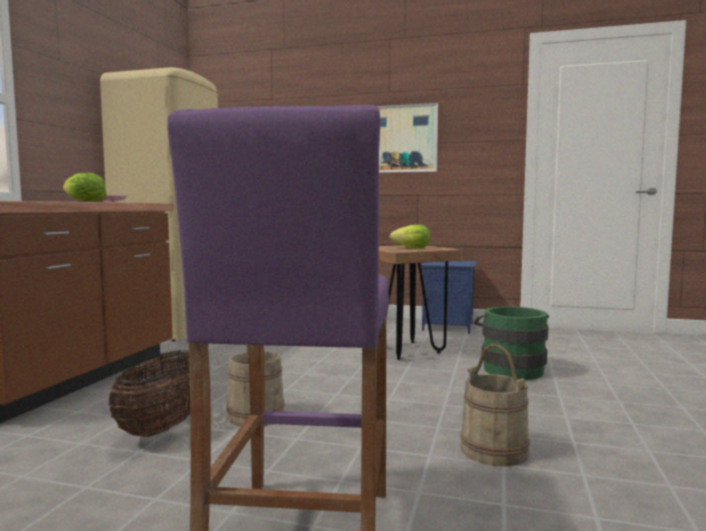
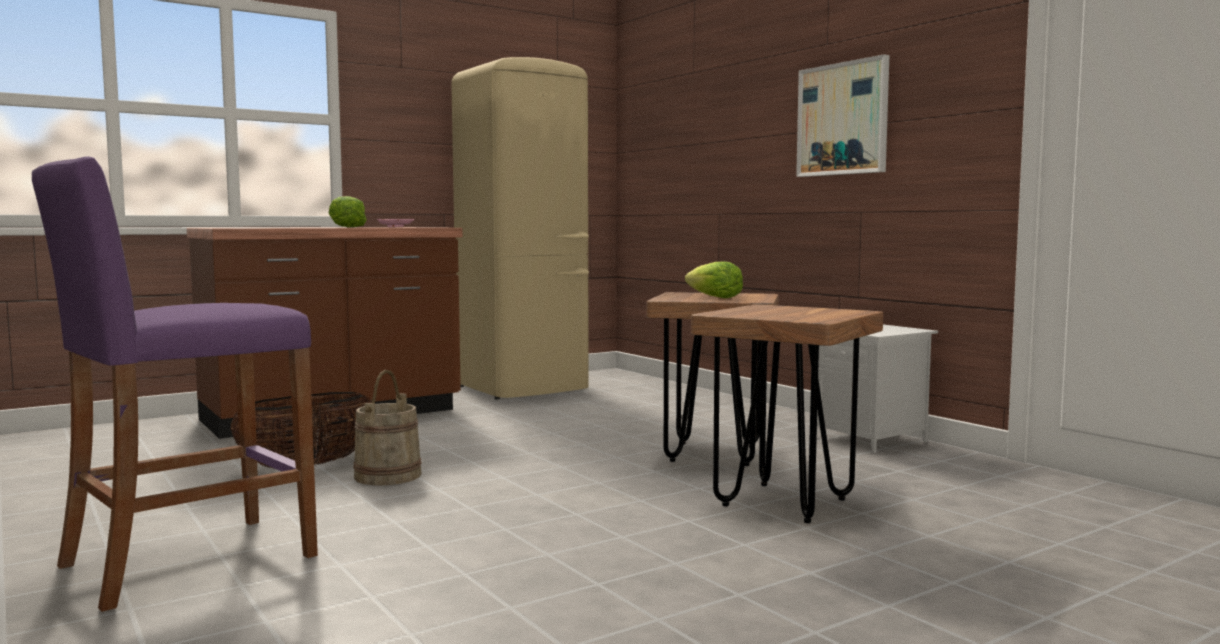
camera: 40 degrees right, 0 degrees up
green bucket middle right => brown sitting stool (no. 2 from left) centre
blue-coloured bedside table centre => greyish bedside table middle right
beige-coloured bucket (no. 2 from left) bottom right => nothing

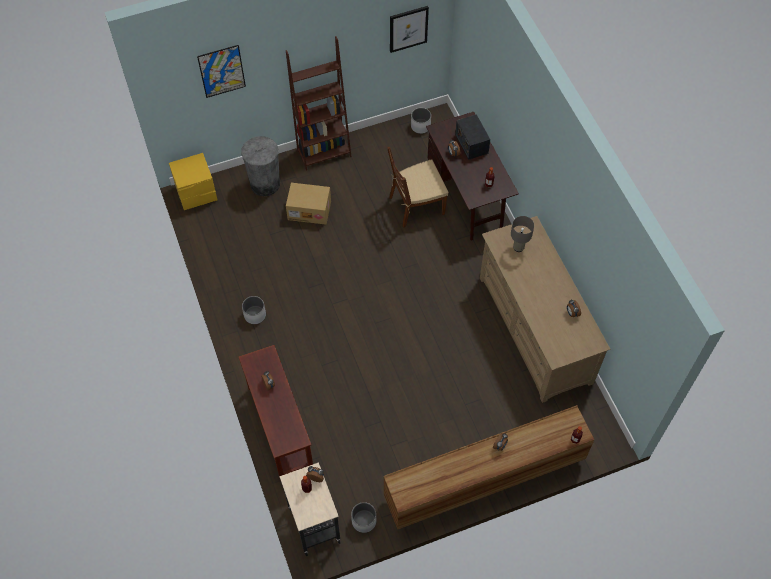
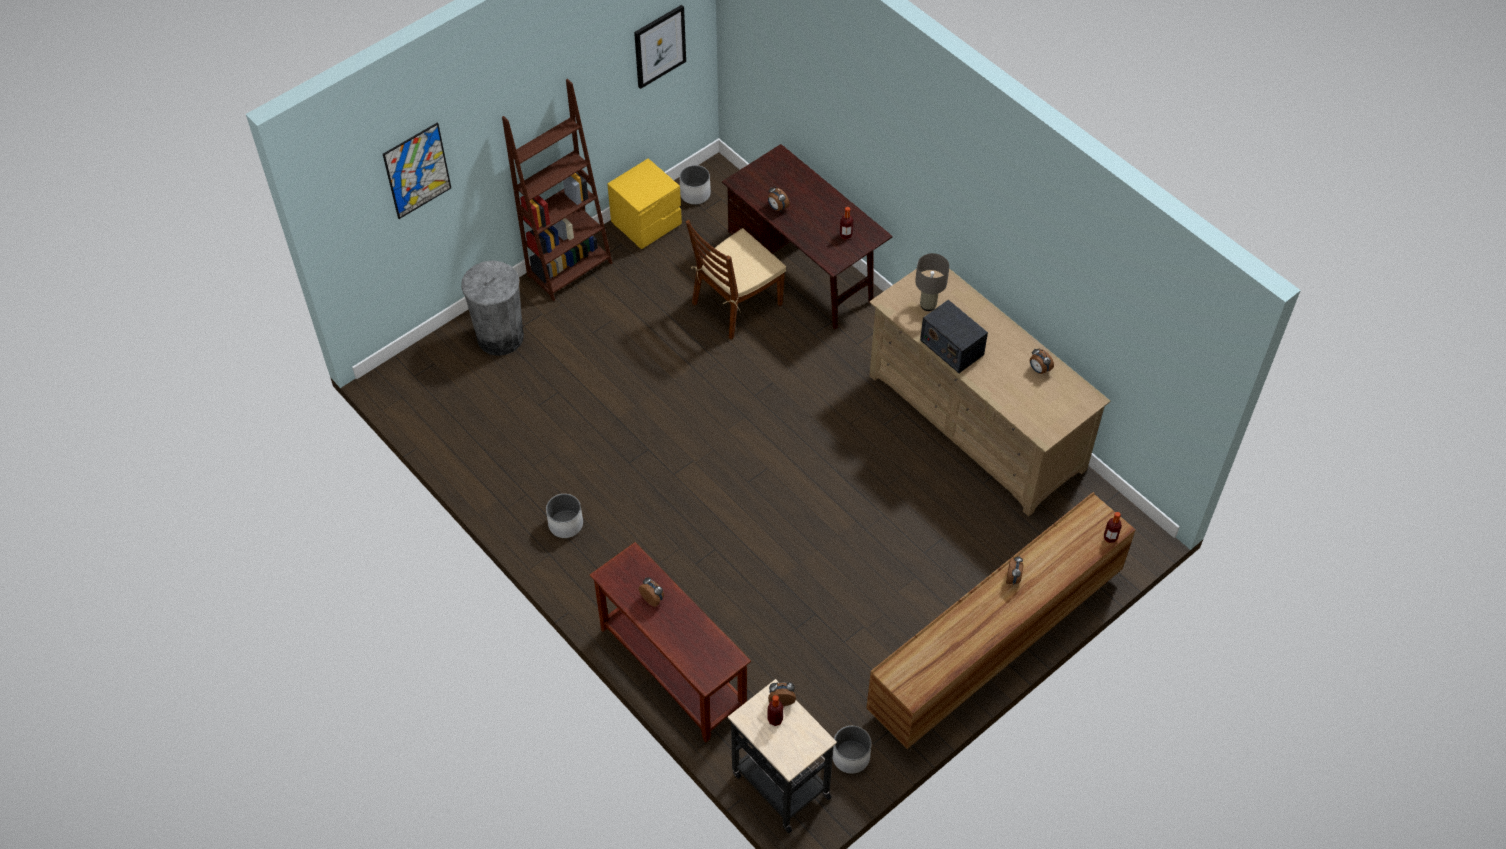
camera: 20 degrees left, 5 degrees down
yellow bedside table top left => yellow bedside table top centre, relocated
radio set top centre => radio set centre, relocated
packing box centre => nothing

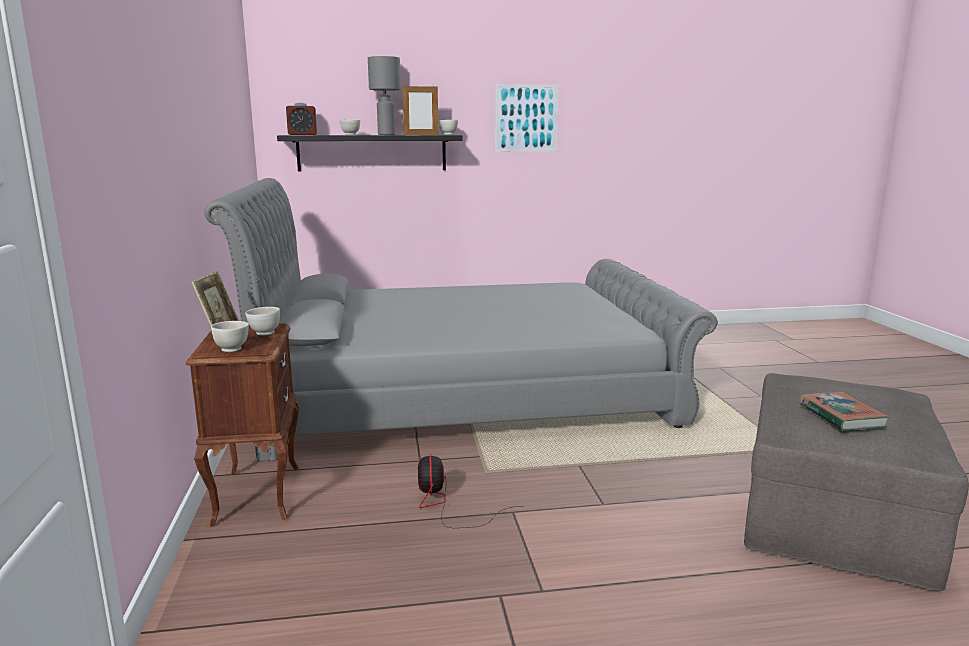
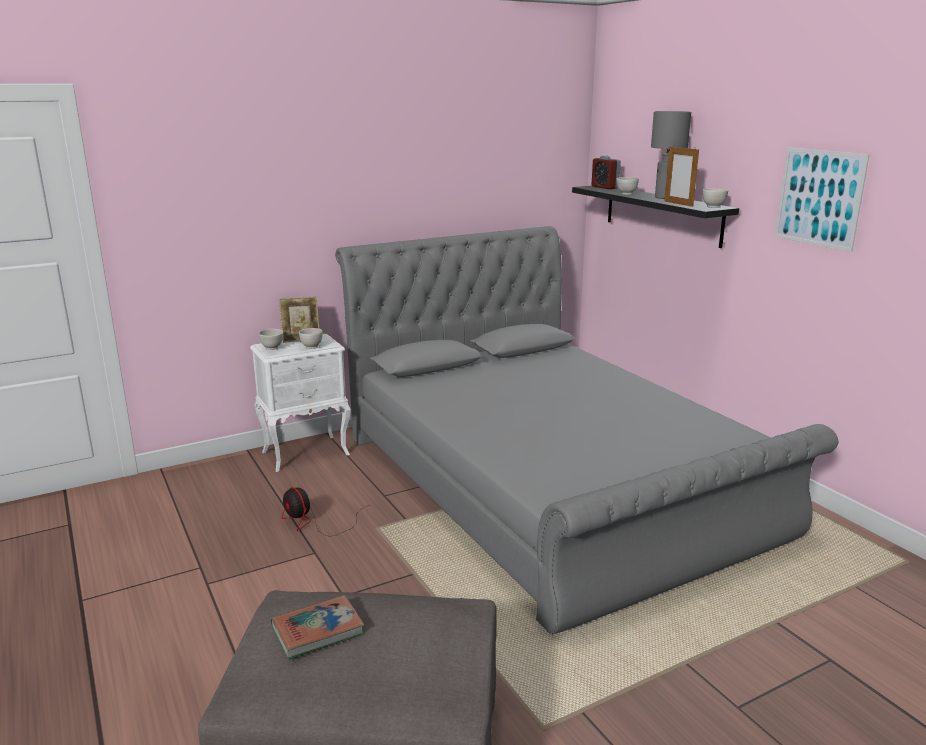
camera: 70 degrees right, 5 degrees up
brown bedside table middle left => whitish bedside table middle left
fan bottom centre, 105 degrees counterclockwise

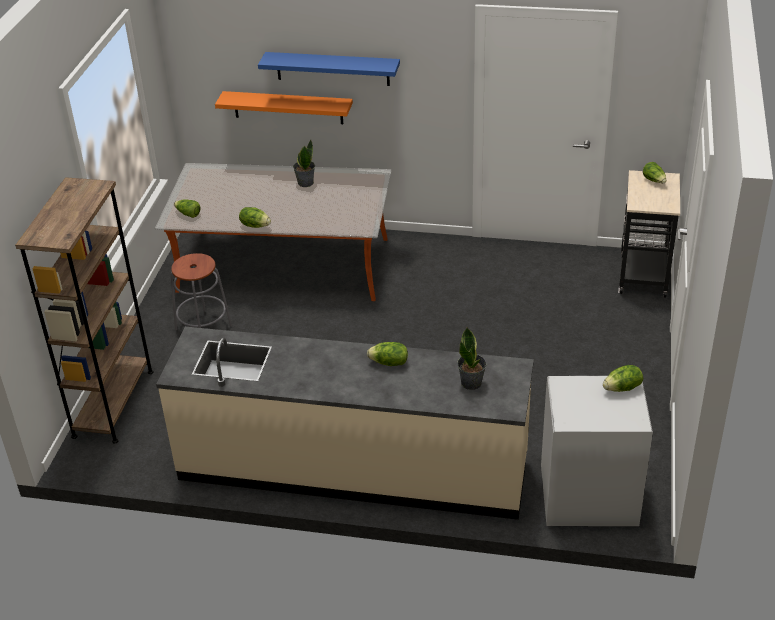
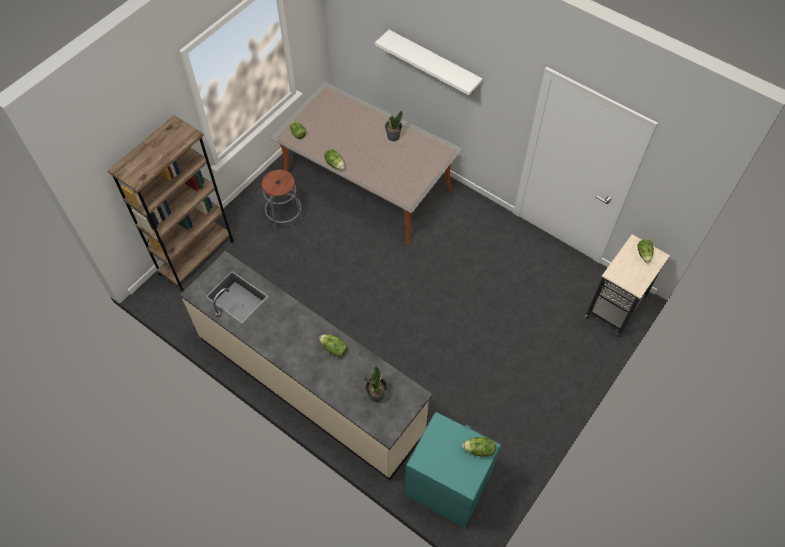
camera: 25 degrees right, 20 degrees up
blue-coloured wall shelf top centre => whitish wall shelf top centre
whitish laundry appliance bottom right => turquoise-coloured laundry appliance bottom centre
orange-coloured wall shelf top centre => nothing

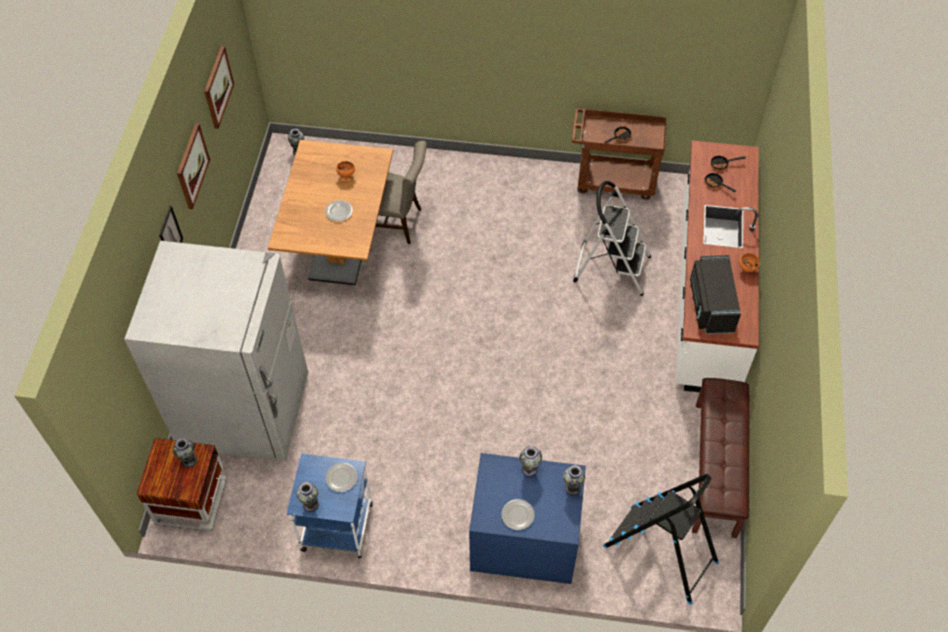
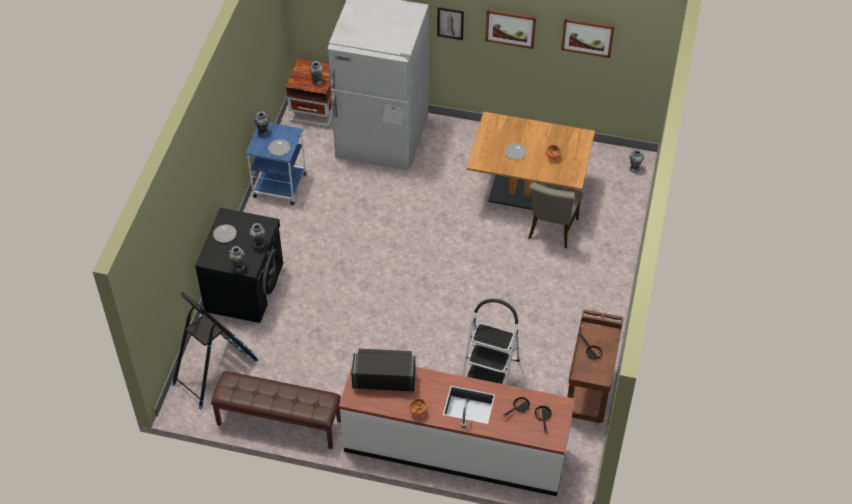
camera: 95 degrees right, 5 degrees down
blue-coloured laundry appliance bottom centre => black laundry appliance middle left

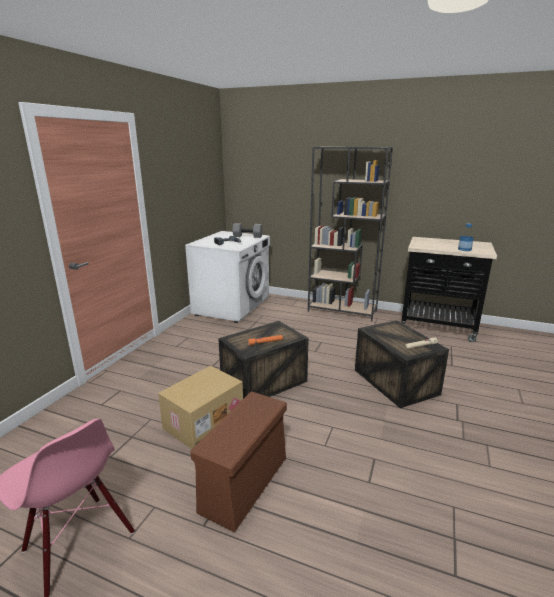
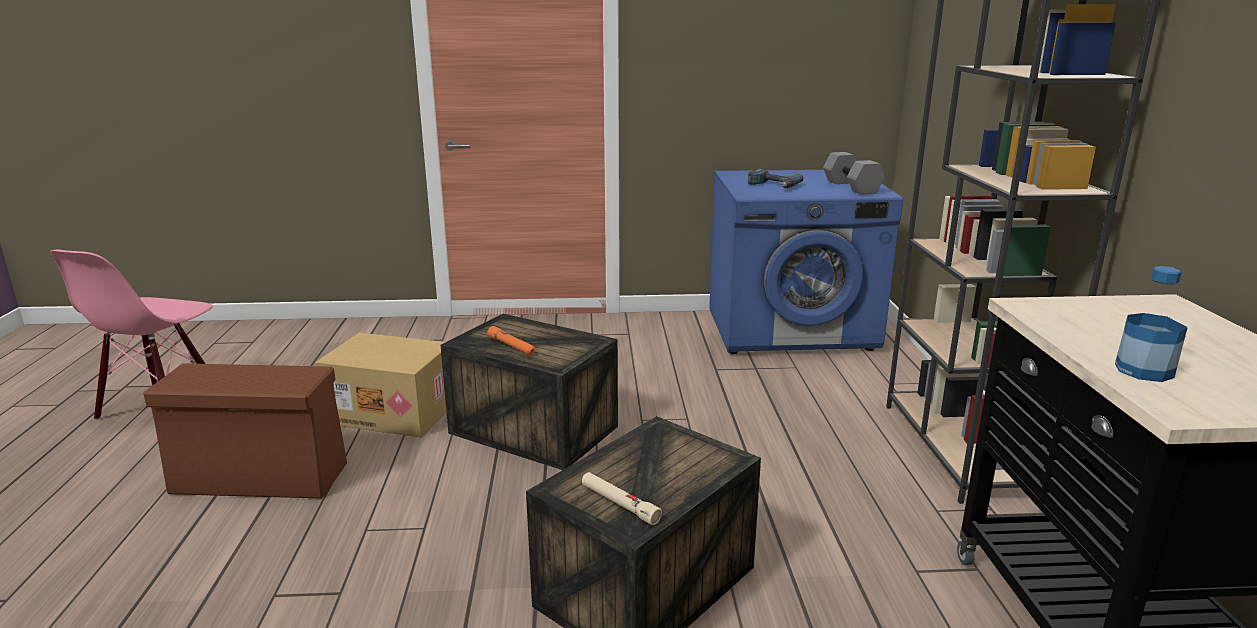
camera: 65 degrees right, 0 degrees up
whitish laundry appliance centre => blue-coloured laundry appliance centre

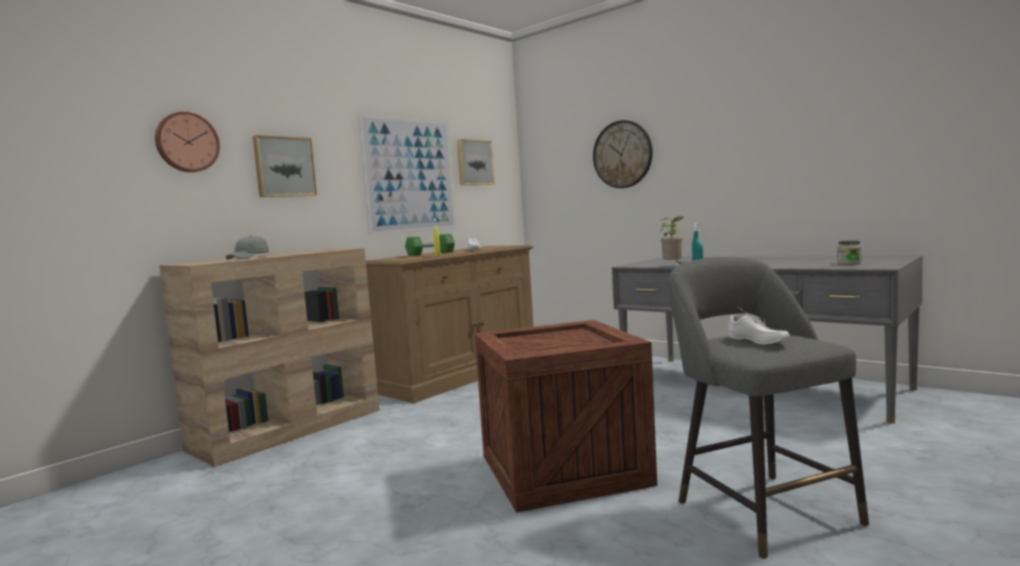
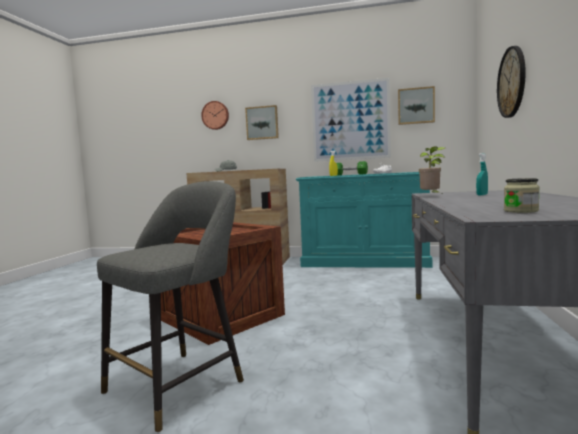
camera: 60 degrees right, 0 degrees up
brown cabinet centre => turquoise-coloured cabinet centre
whitish low shoe (no. 2 from left) middle right => nothing

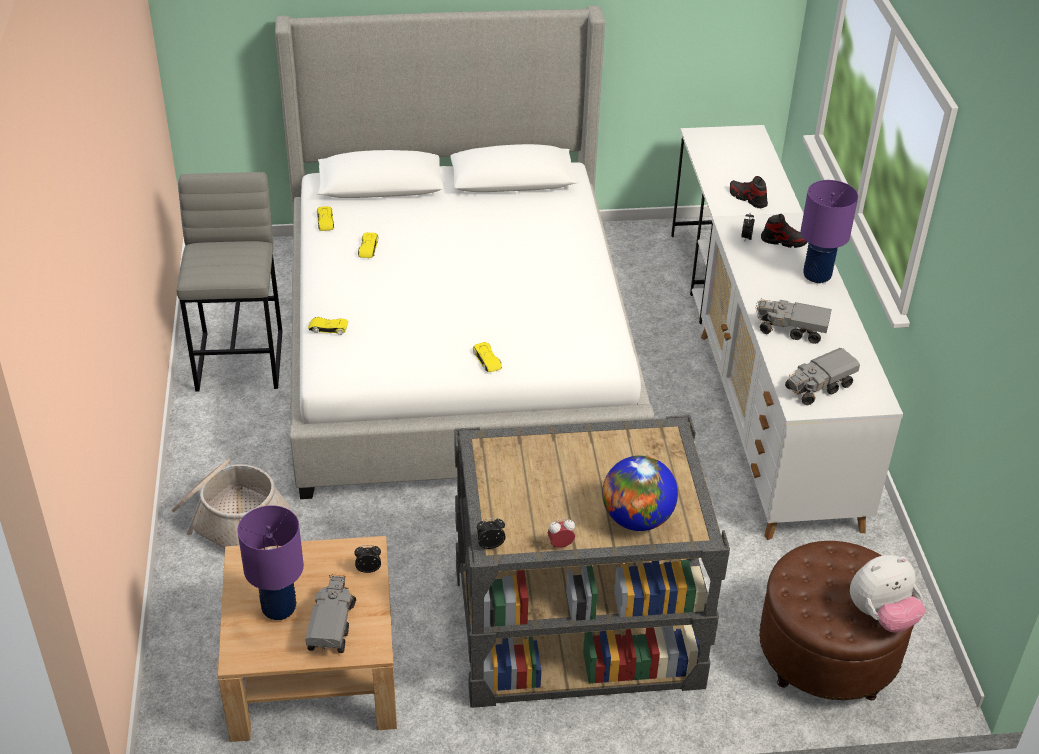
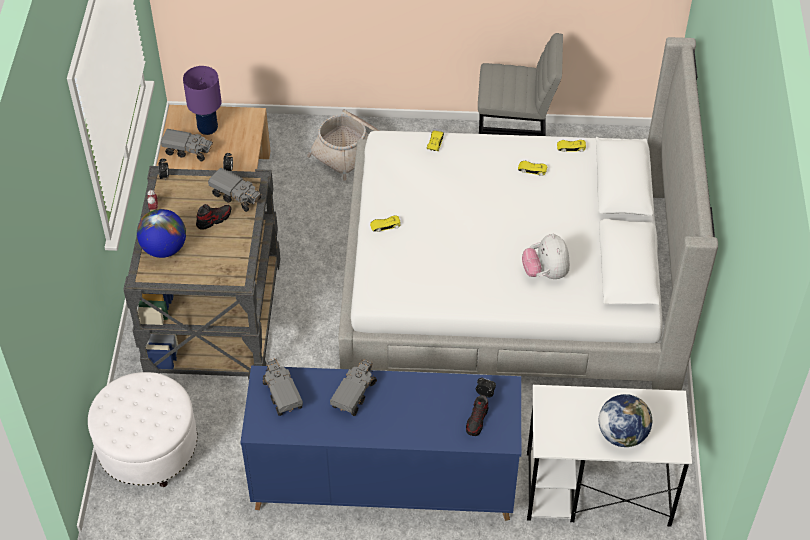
camera: 100 degrees right, 10 degrees up
brown pouffe bottom right => whitish pouffe bottom left
low shoe (no. 1 from left) top right => low shoe (no. 1 from left) middle left, relocated
nothing => toy lorry (no. 2 from left) middle left
whitish chest of drawers middle right => blue-coloured chest of drawers bottom centre
cuddly toy bottom right => cuddly toy middle right, relocated
nothing => desk globe (no. 2 from left) bottom right
purplish table lamp (no. 2 from left) top right => nothing

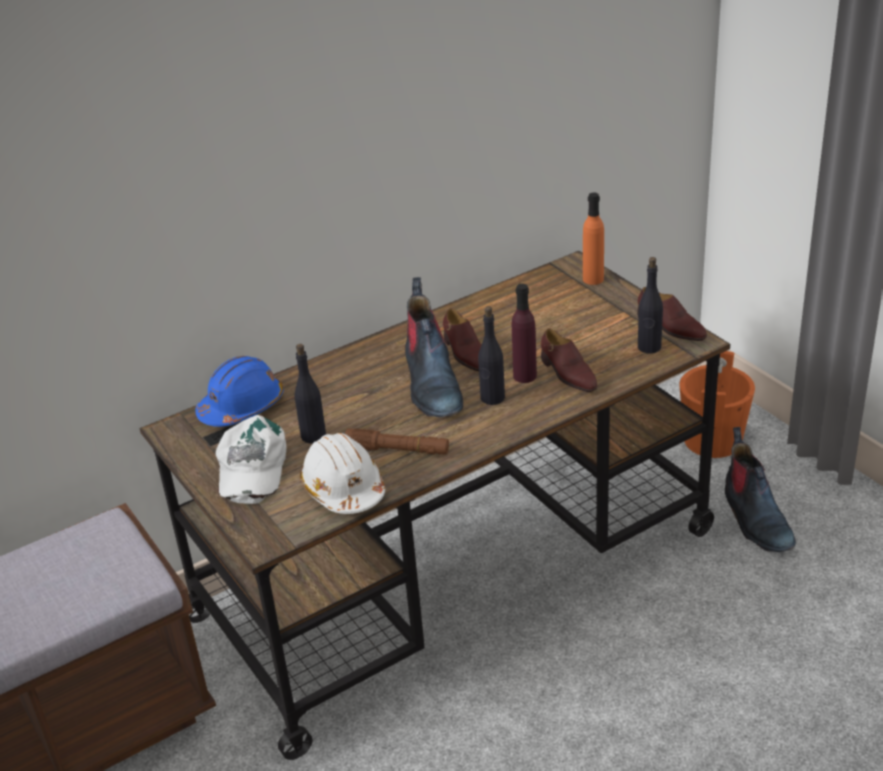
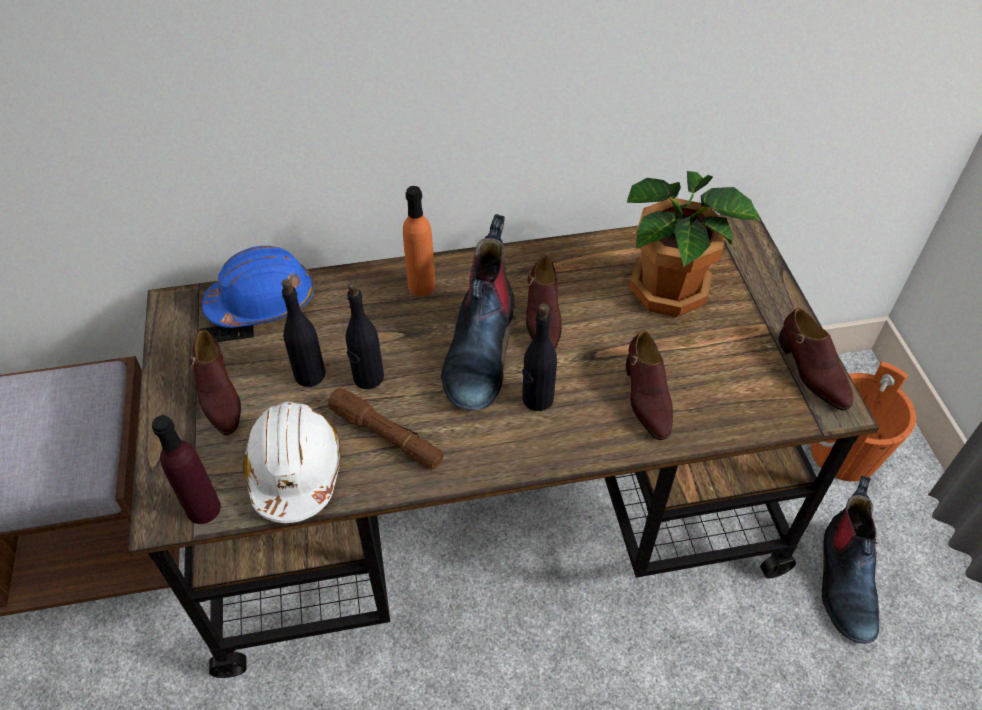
camera: 20 degrees right, 15 degrees up
purplish beverage bottle centre => purplish beverage bottle middle left, relocated
whitish peaked cap middle left => brown low shoe (no. 1 from left) middle left
black beverage bottle (no. 3 from left in the first image) middle right => black beverage bottle (no. 2 from left) centre, relocated
orange-coloured beverage bottle top right => orange-coloured beverage bottle centre, relocated
nothing => houseplant middle right

